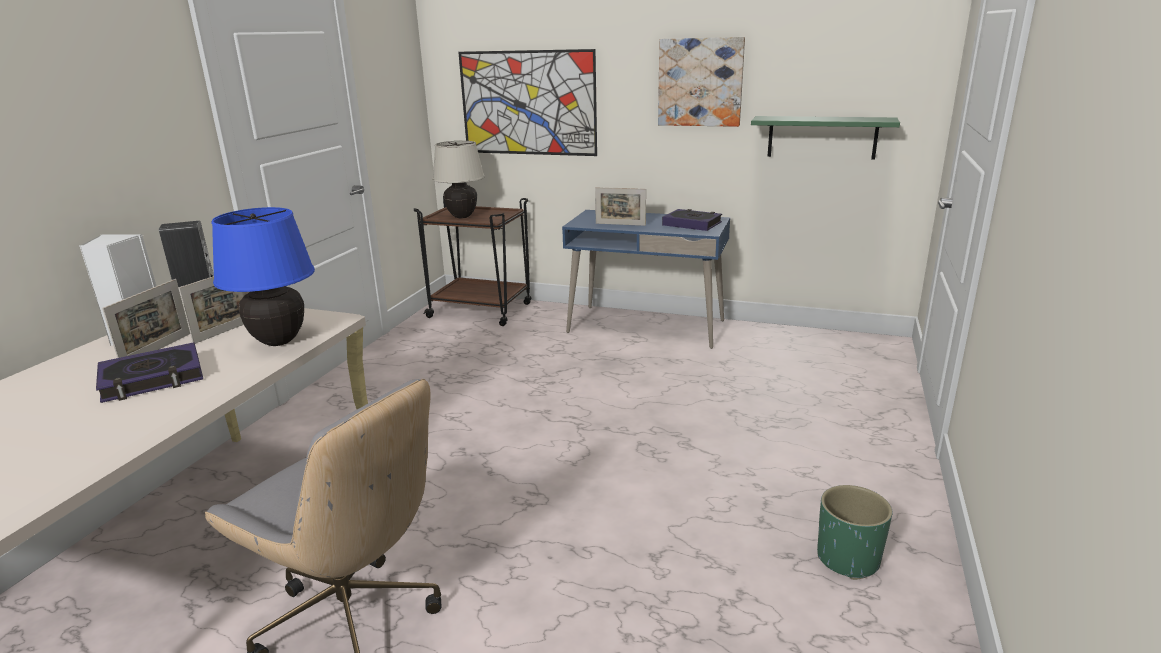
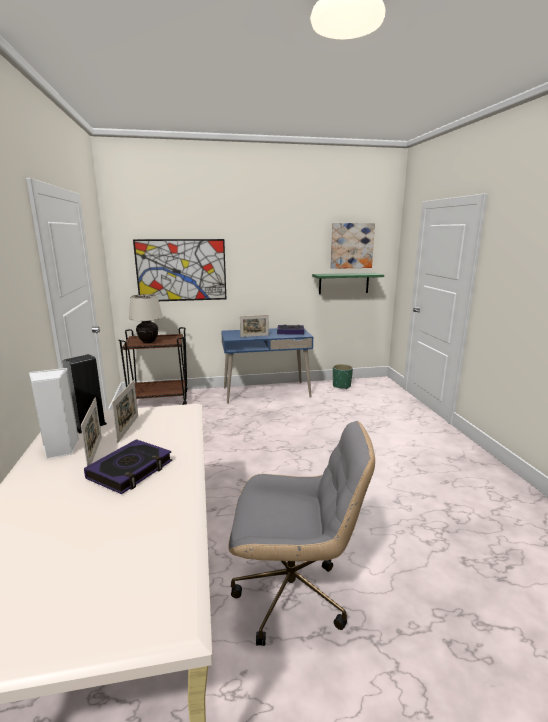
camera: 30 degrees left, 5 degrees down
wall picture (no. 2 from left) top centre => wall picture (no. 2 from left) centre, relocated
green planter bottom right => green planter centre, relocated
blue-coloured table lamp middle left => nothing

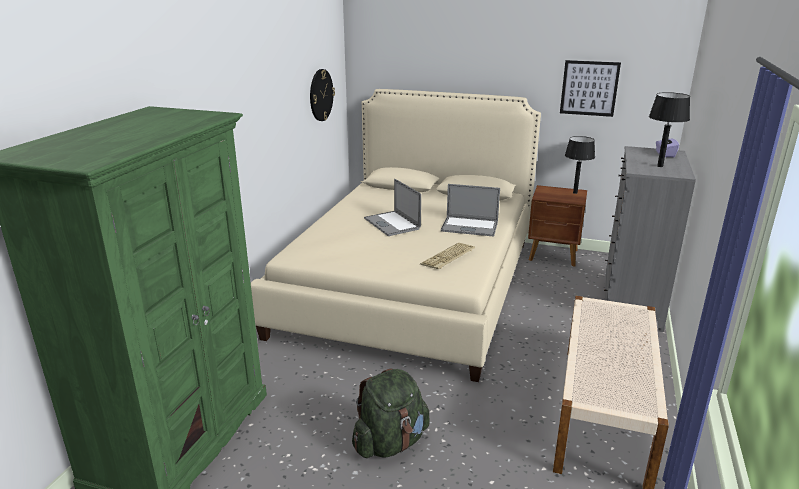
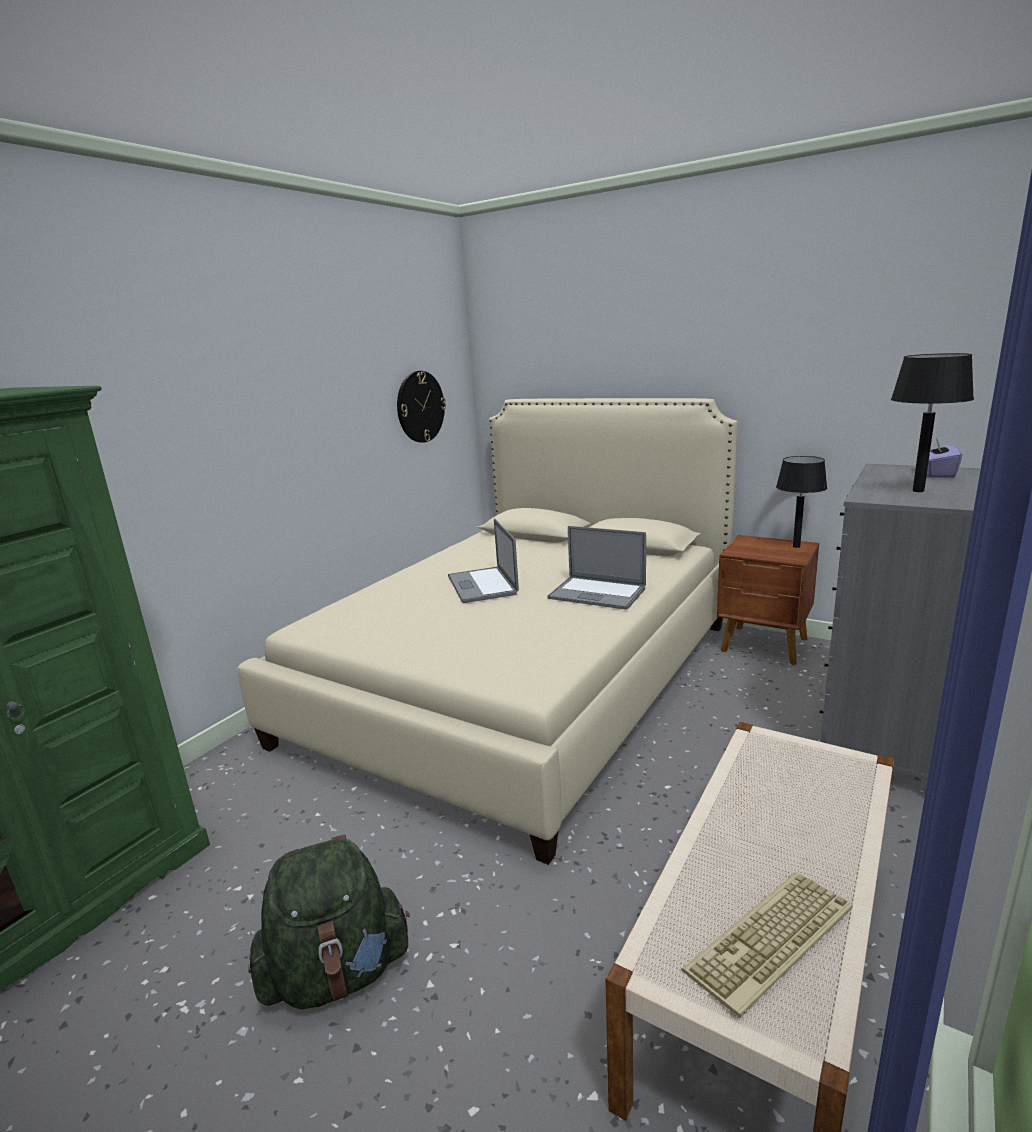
camera: 15 degrees right, 5 degrees down
computer keyboard centre => computer keyboard bottom right, relocated
wall picture top right => nothing

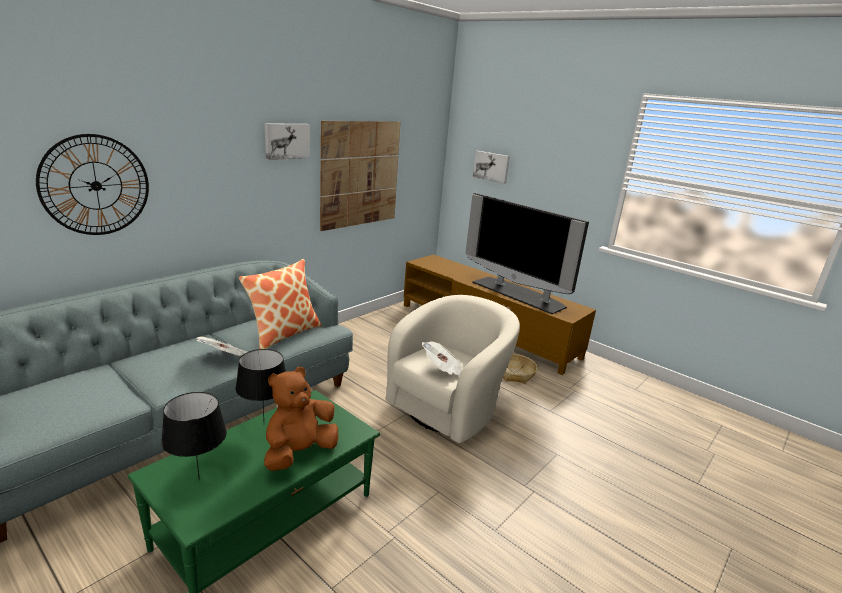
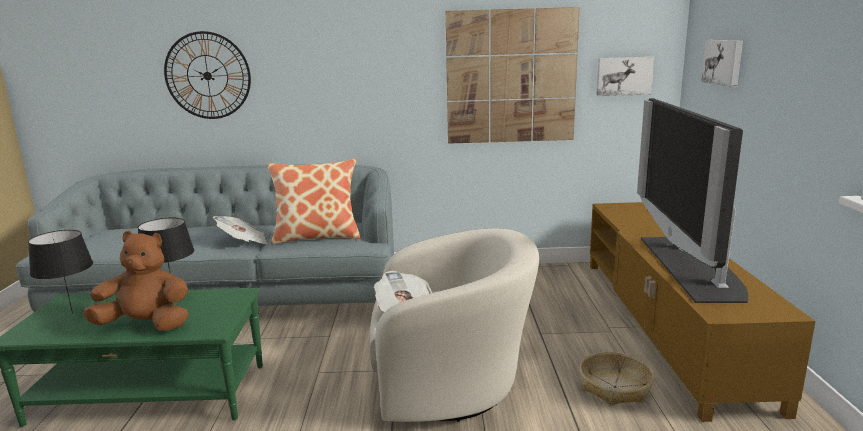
camera: 50 degrees right, 5 degrees down
wall picture (no. 1 from left in the first image) top centre => wall picture (no. 2 from left) top right, relocated

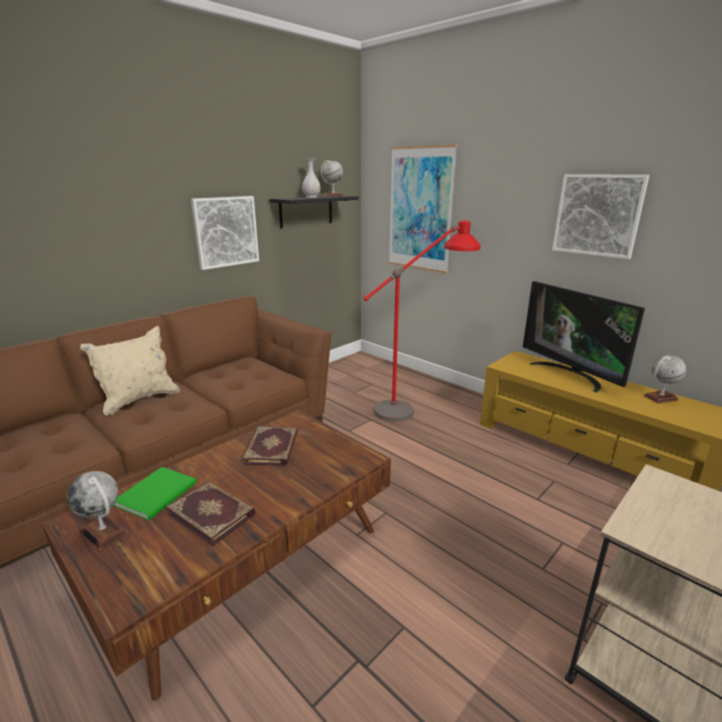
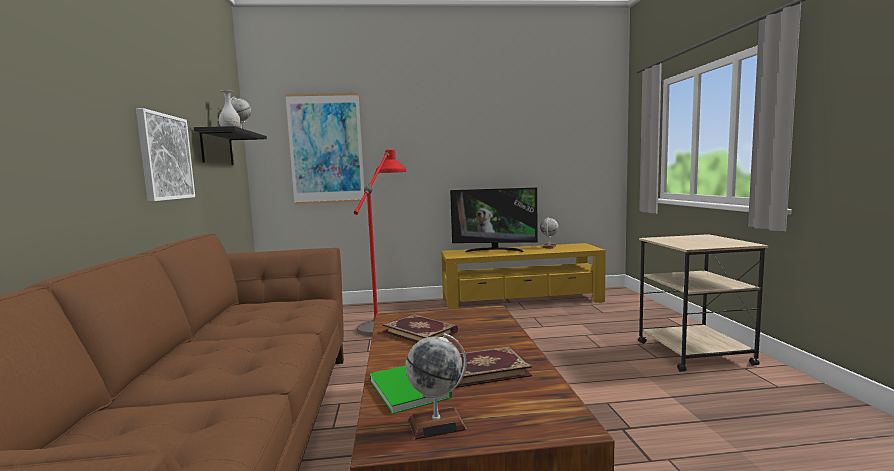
camera: 50 degrees left, 15 degrees down
beige-coloured pillow middle left => nothing
wall picture (no. 3 from left) top right => nothing

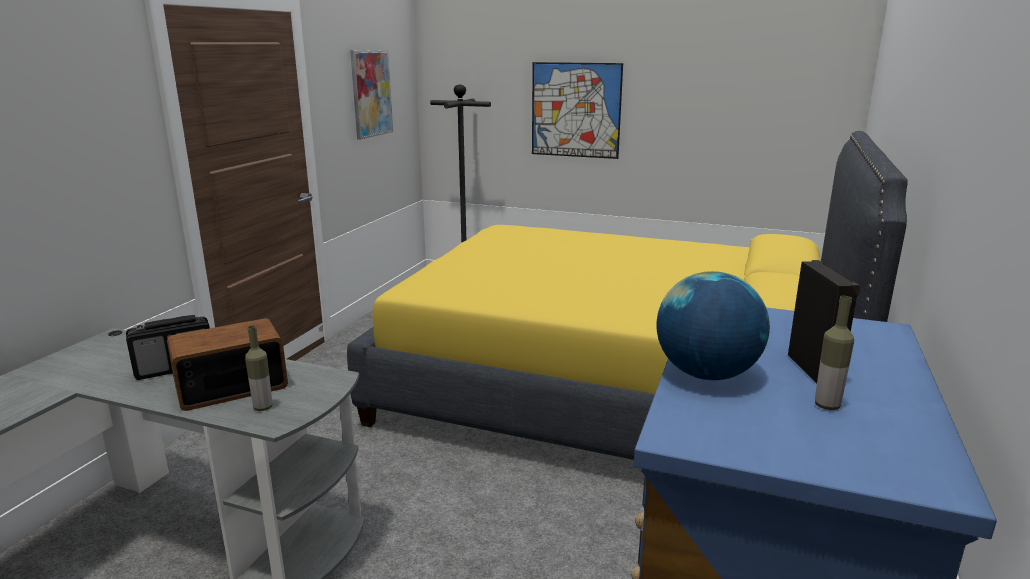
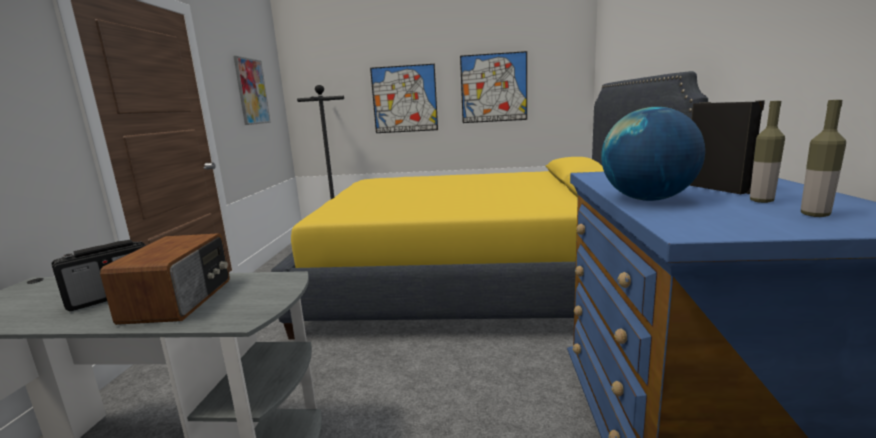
camera: 15 degrees left, 5 degrees down
radio set (no. 2 from left) middle left, 135 degrees clockwise
nothing => wall picture (no. 3 from left) top centre
beverage bottle (no. 1 from left in the first image) middle left => beverage bottle (no. 2 from left) middle right, relocated

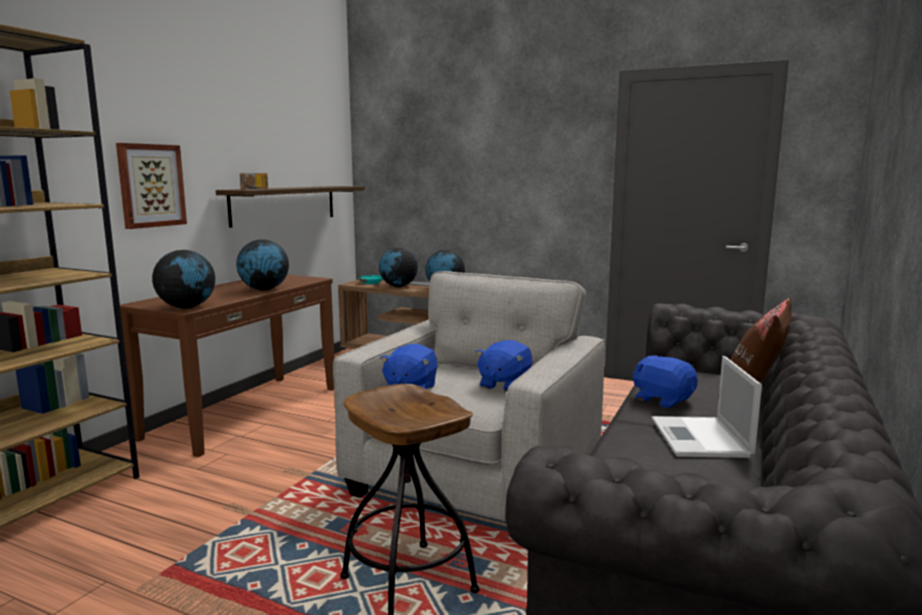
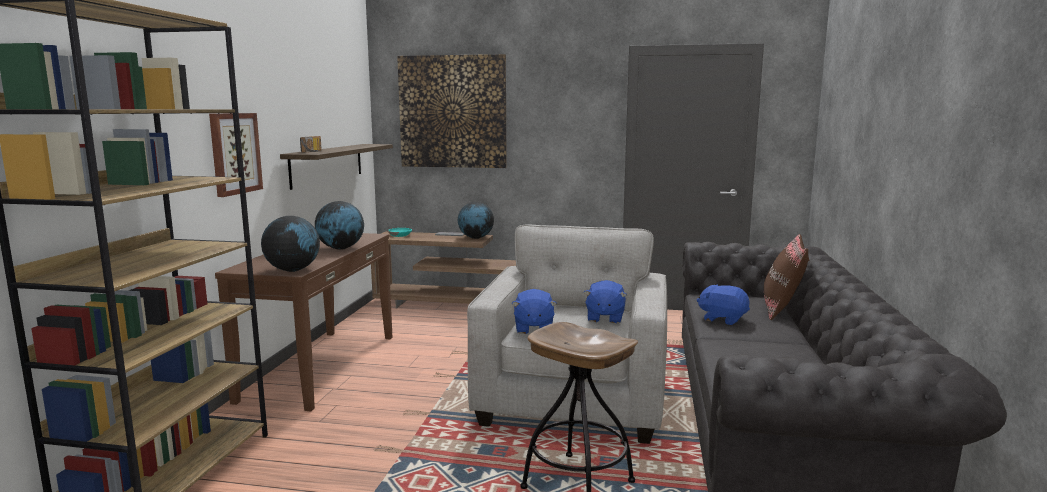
camera: 15 degrees left, 0 degrees up
nothing => wall picture (no. 2 from left) top centre
desk globe (no. 3 from left) centre => nothing
portable computer middle right => nothing

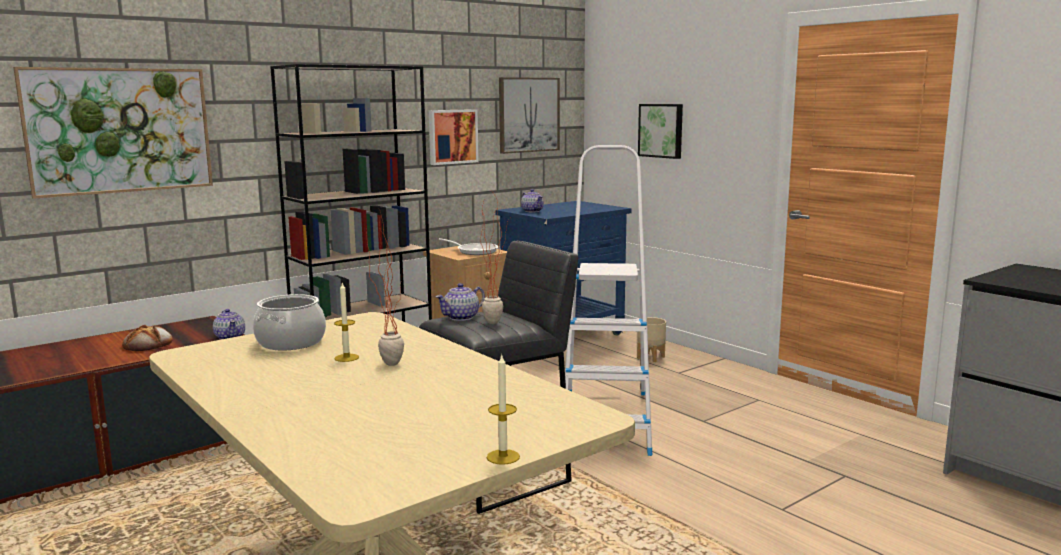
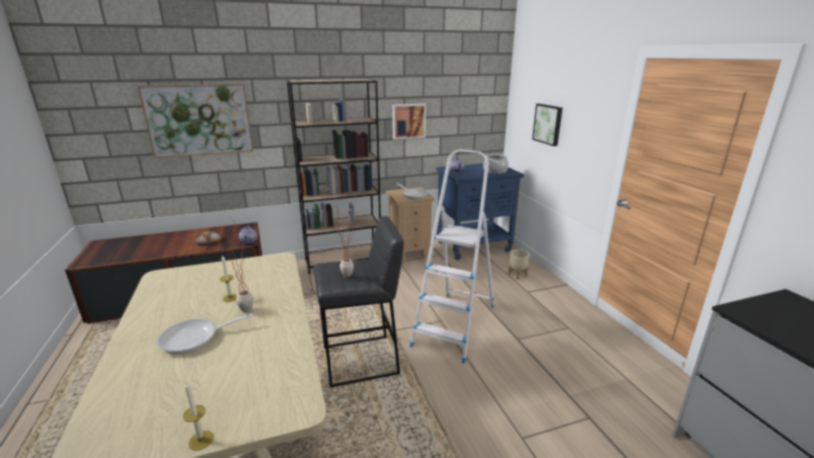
camera: 20 degrees right, 10 degrees up
nothing => frying pan (no. 1 from left) bottom left
saucepot middle left => saucepot centre, relocated
pot for tea (no. 2 from left) centre => nothing
wall picture (no. 3 from left) top centre => nothing

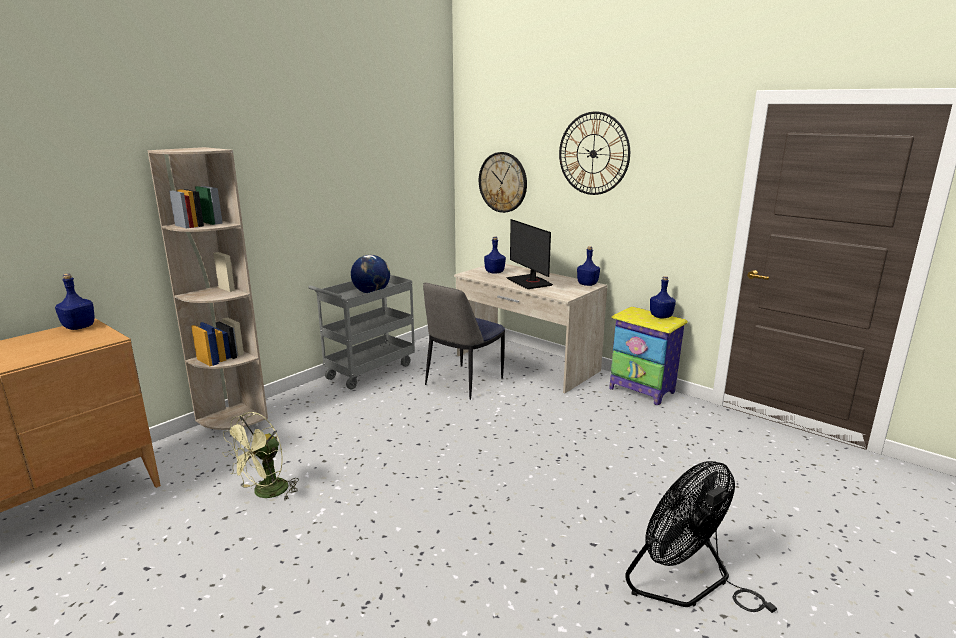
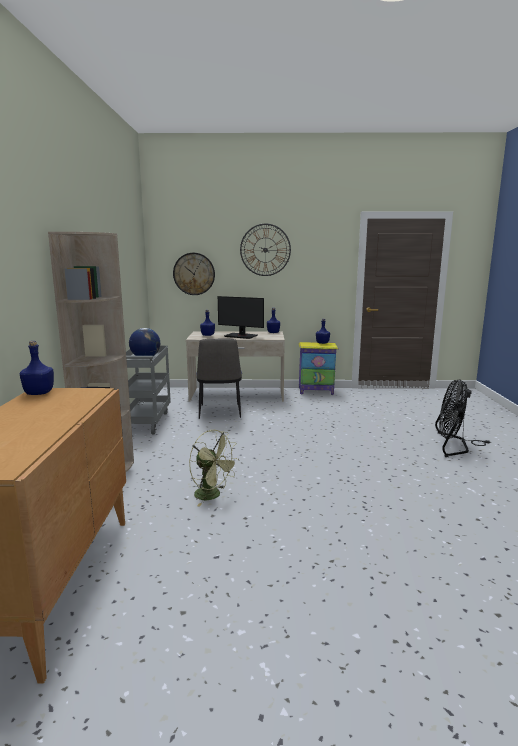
camera: 40 degrees left, 5 degrees down
green fan bottom left => green fan centre, 45 degrees counterclockwise

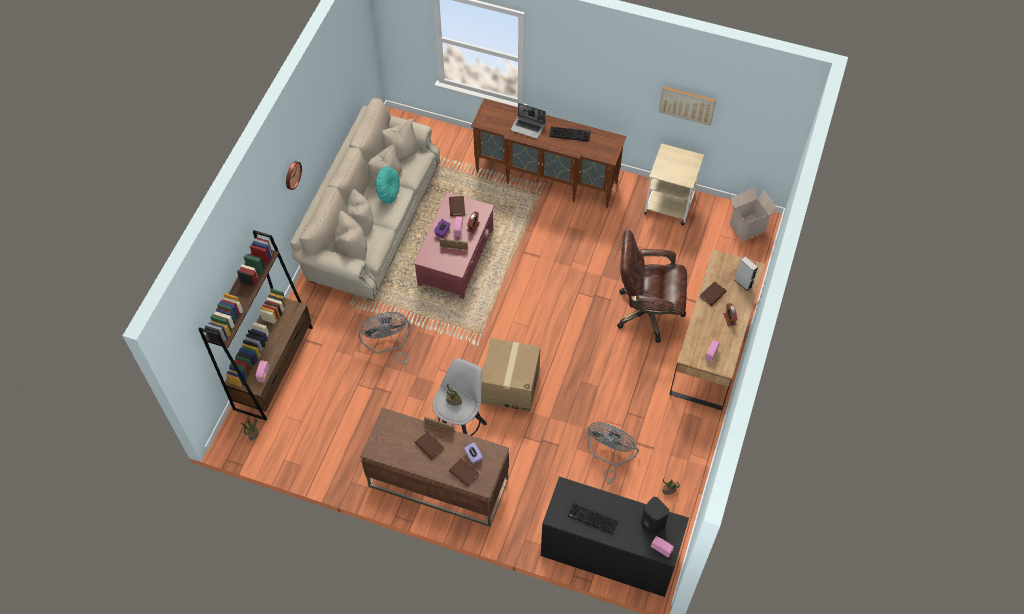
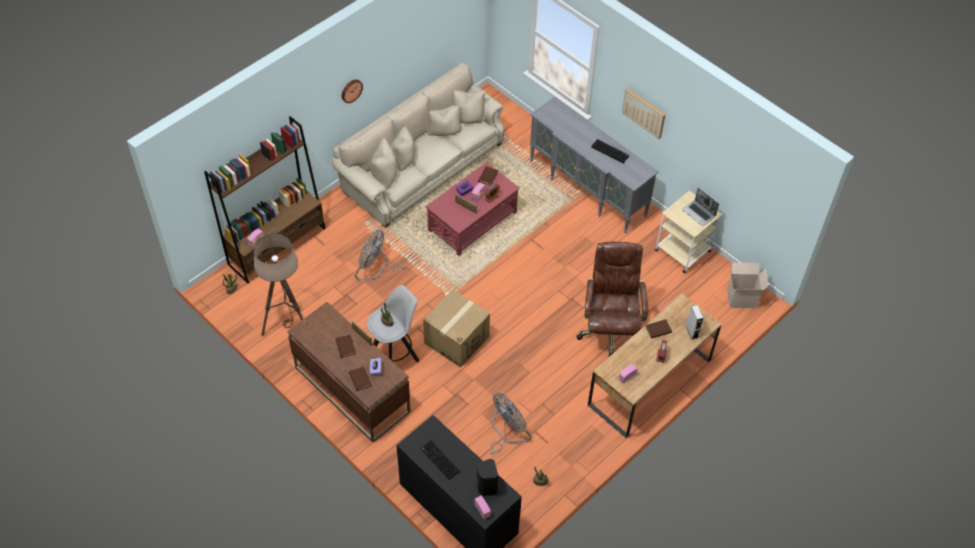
camera: 25 degrees right, 5 degrees down
nothing => floor lamp middle left
greyish fan (no. 1 from left) centre, 75 degrees counterclockwise
brown cabinet top centre => greyish cabinet top centre
brown office chair centre, 60 degrees clockwise
wall picture top right => wall picture top centre, relocated
portable computer top centre => portable computer middle right, relocated
turquoise-coloured pillow top centre => nothing

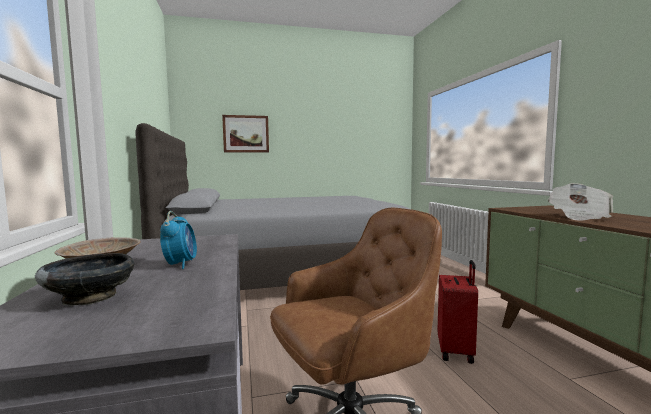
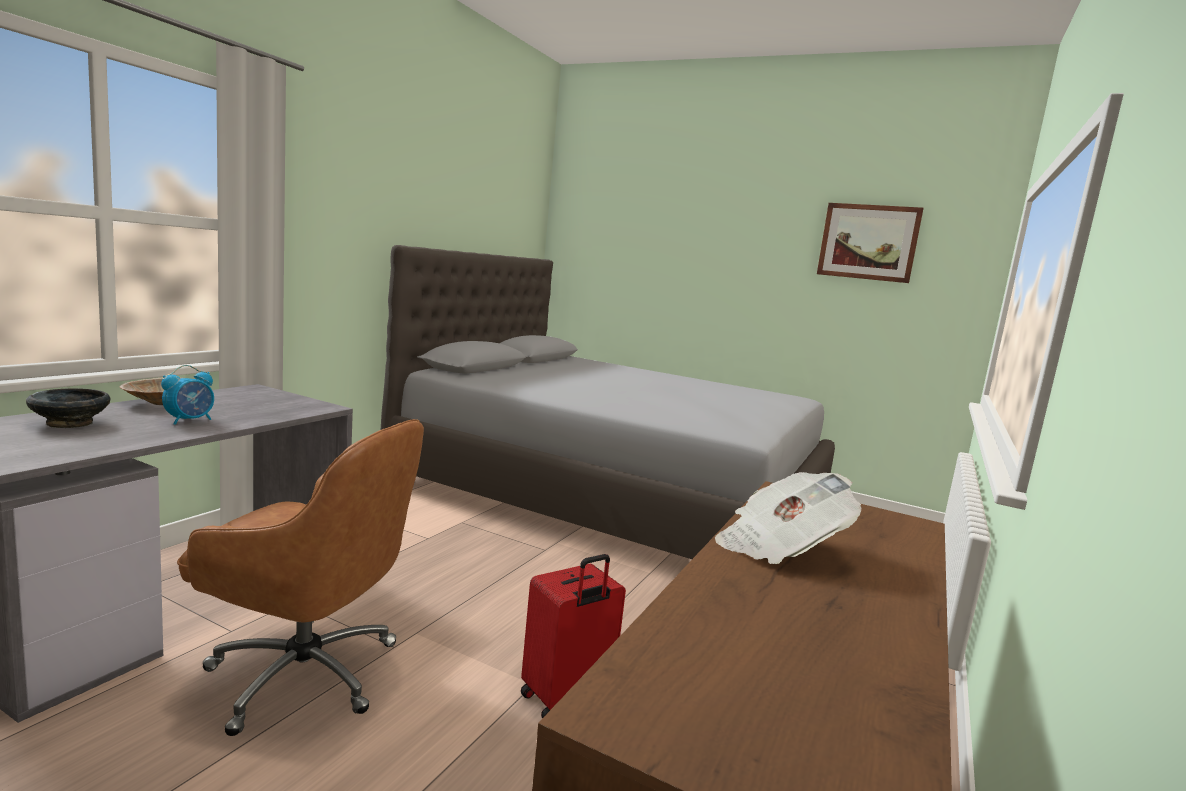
camera: 40 degrees right, 5 degrees up
wall picture top centre => wall picture top right, relocated

